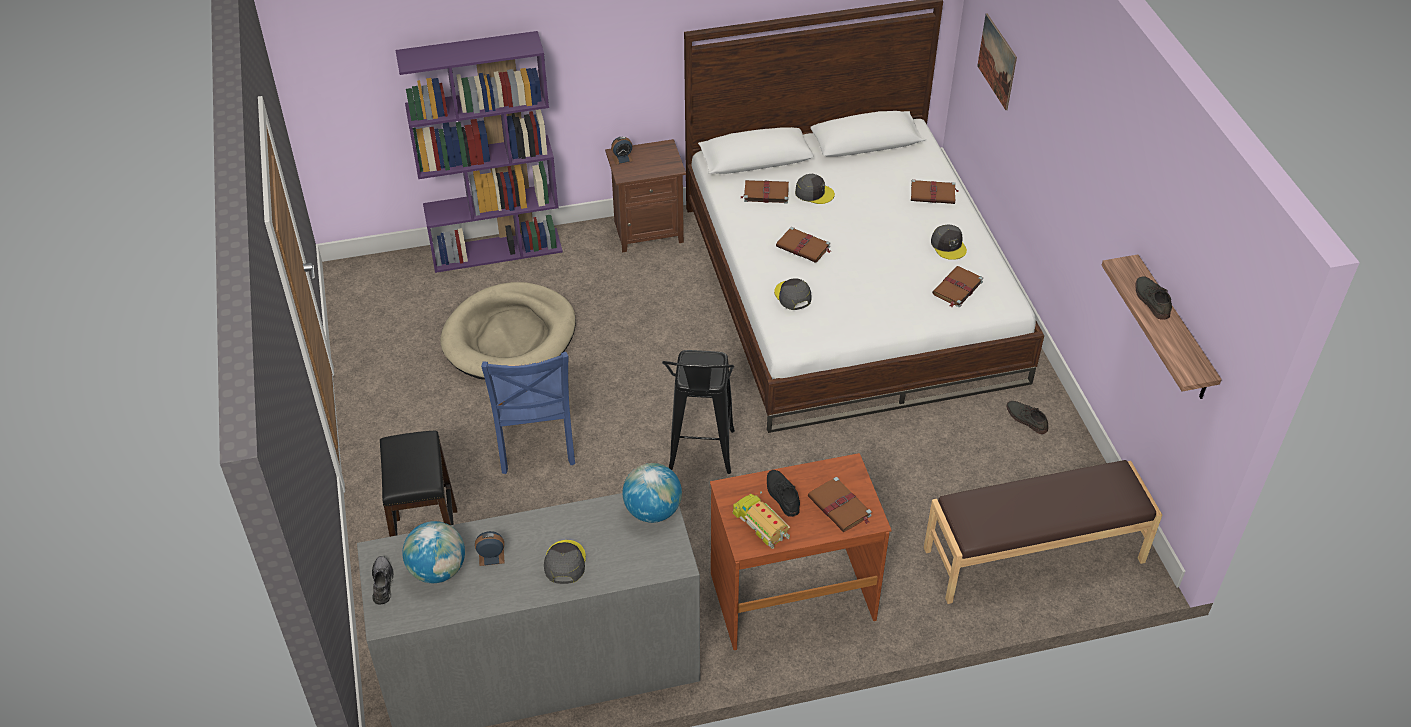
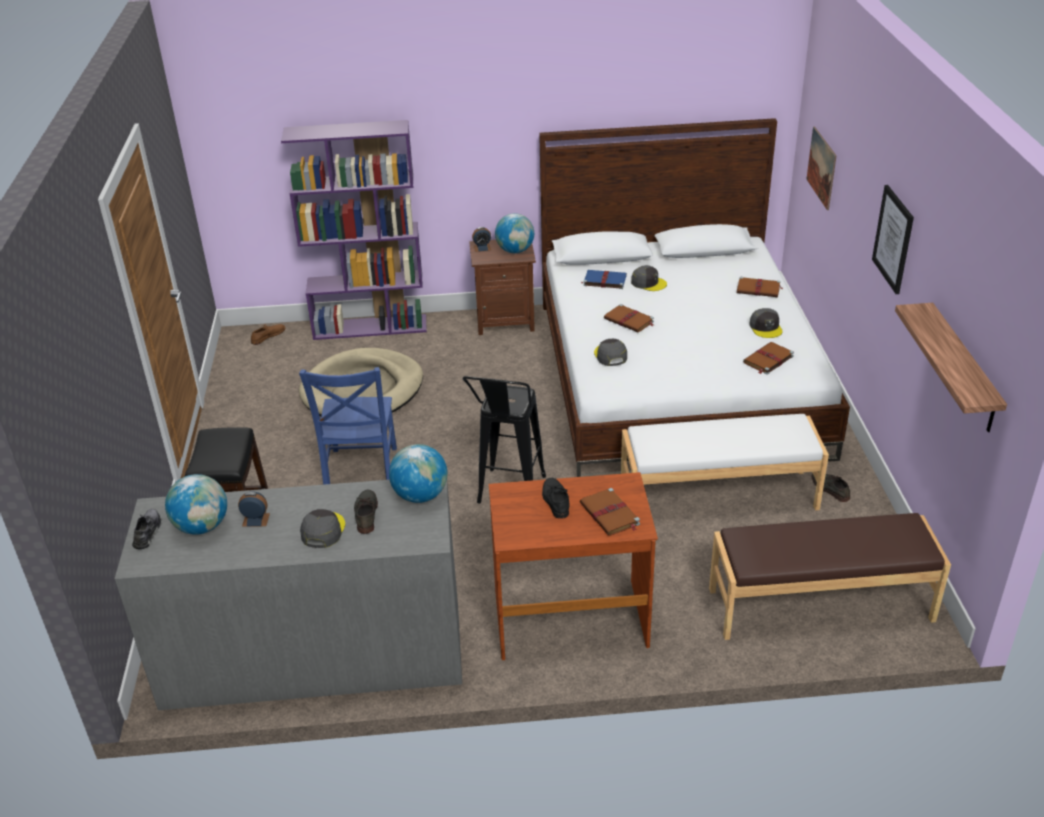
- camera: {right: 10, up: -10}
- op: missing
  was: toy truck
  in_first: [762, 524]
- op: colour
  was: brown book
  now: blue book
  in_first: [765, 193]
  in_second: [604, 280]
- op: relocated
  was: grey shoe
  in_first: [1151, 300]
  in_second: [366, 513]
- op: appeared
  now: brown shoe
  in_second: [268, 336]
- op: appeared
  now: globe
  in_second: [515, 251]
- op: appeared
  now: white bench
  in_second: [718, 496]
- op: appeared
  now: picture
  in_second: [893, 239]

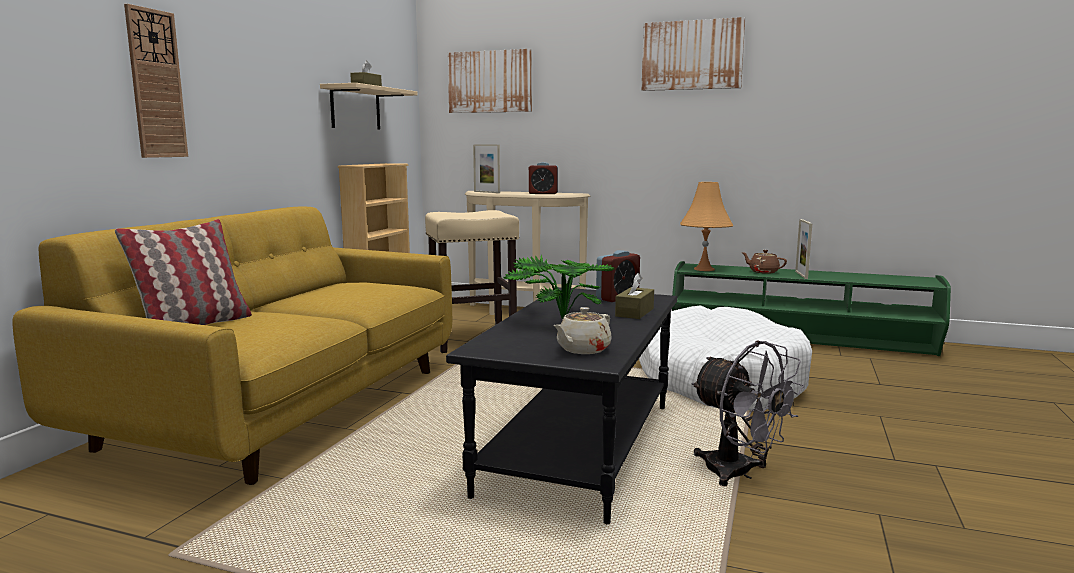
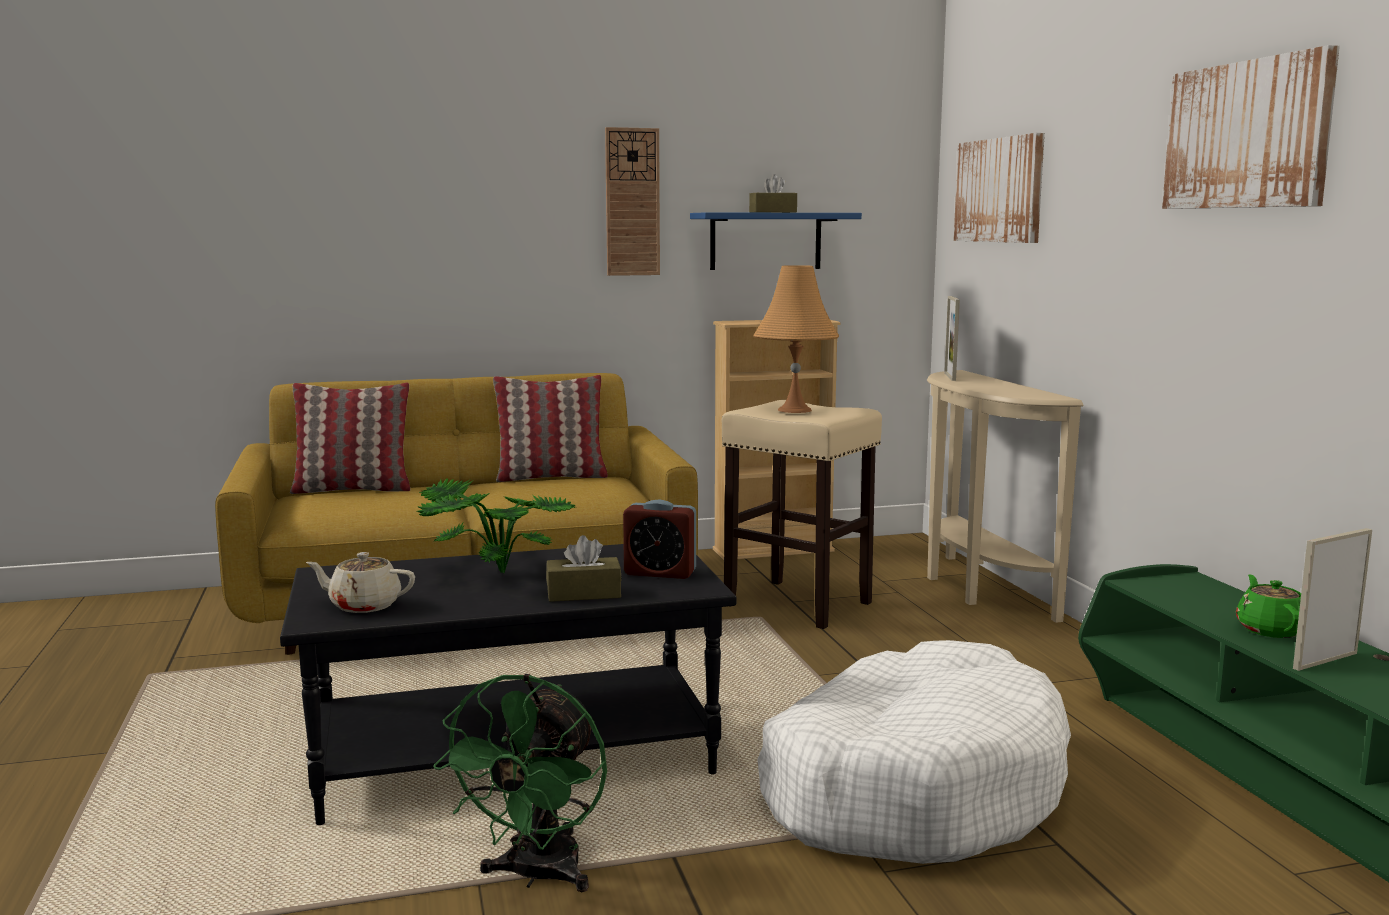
- camera: {right: 55, up: 0}
- op: relocated
  was: wall clock
  in_first: [156, 84]
  in_second: [632, 202]
- op: colour
  was: beige shelf
  now: blue shelf
  in_first: [355, 108]
  in_second: [765, 241]
- op: missing
  was: alarm clock
  in_first: [543, 193]
- op: relocated
  was: orange table lamp
  in_first: [704, 269]
  in_second: [794, 410]
- op: colour
  was: grey fan
  now: green fan
  in_first: [738, 474]
  in_second: [537, 876]
- op: colour
  was: brown teapot
  now: green teapot
  in_first: [763, 272]
  in_second: [1270, 630]
- op: appeared
  now: pillow
  in_second: [551, 477]

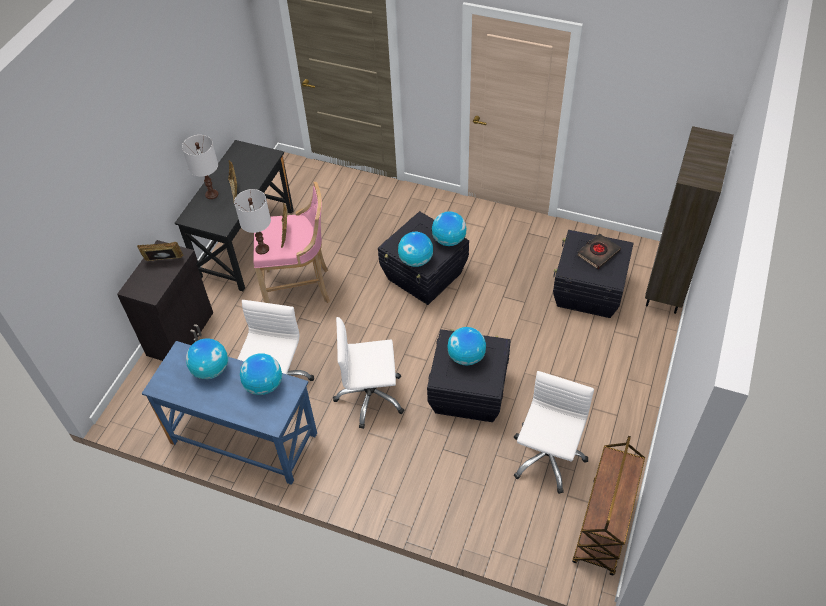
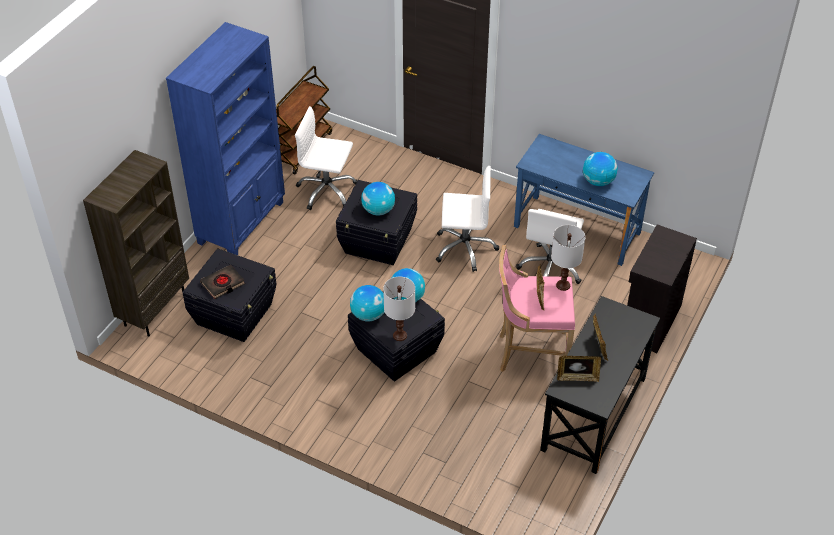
- camera: {right: -175, up: -5}
- op: relocated
  was: picture frame
  in_first: [164, 261]
  in_second: [577, 377]
- op: relocated
  was: white table lamp
  in_first: [212, 194]
  in_second: [399, 335]
- op: missing
  was: globe
  in_first: [264, 385]
- op: spun
  was: white office chair
  in_first: [546, 458]
  in_second: [327, 191]
  clockwise: 75
- op: appeared
  now: blue bookcase
  in_second: [242, 222]

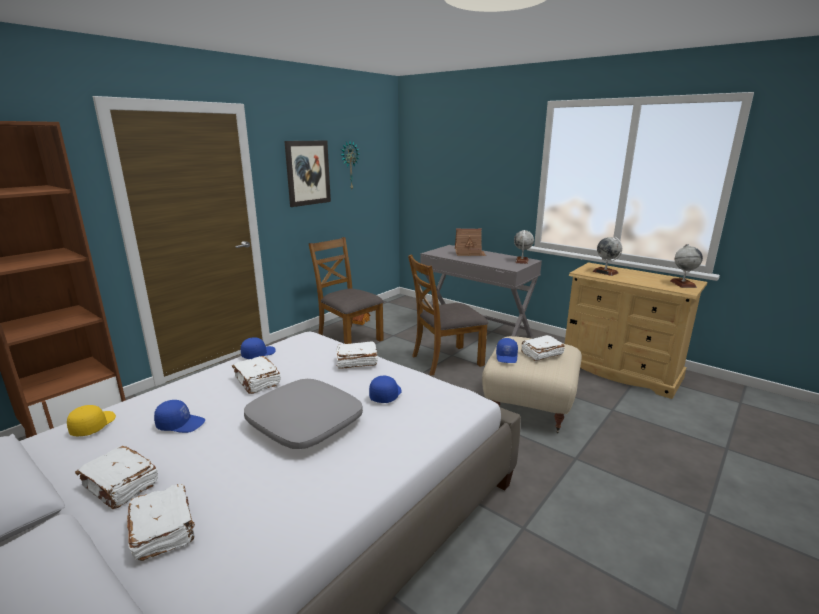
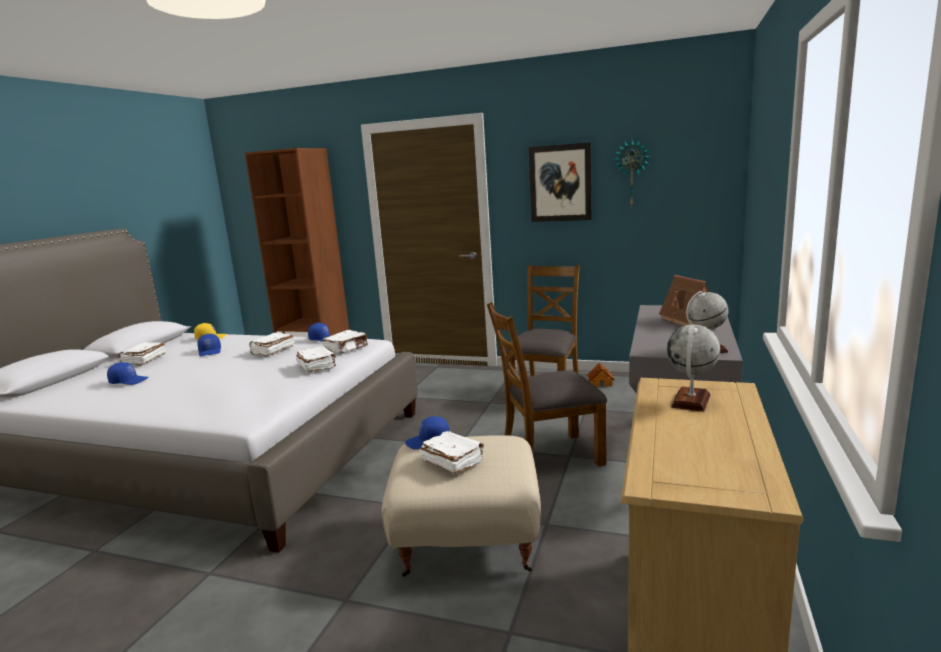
- camera: {right: 70, up: -5}
- op: relocated
  was: white book
  in_first: [164, 530]
  in_second: [346, 349]
- op: missing
  was: grey pillow
  in_first: [304, 423]
- op: relocated
  was: blue cap
  in_first: [385, 395]
  in_second: [129, 381]
- op: spun
  was: brown chair
  in_first: [446, 360]
  in_second: [549, 455]
  clockwise: -60
- op: missing
  was: globe
  in_first: [682, 284]

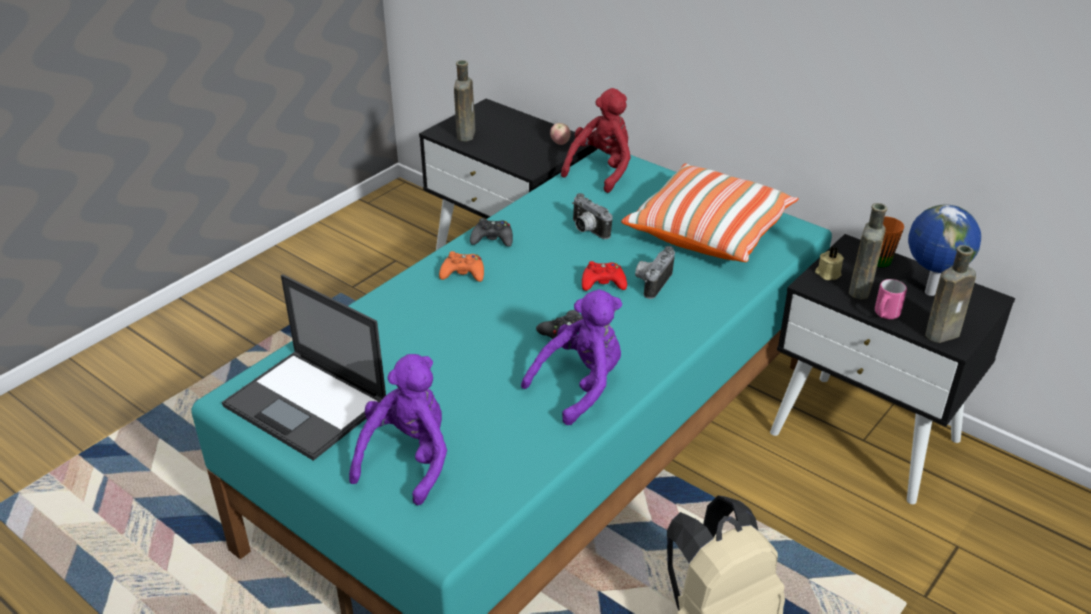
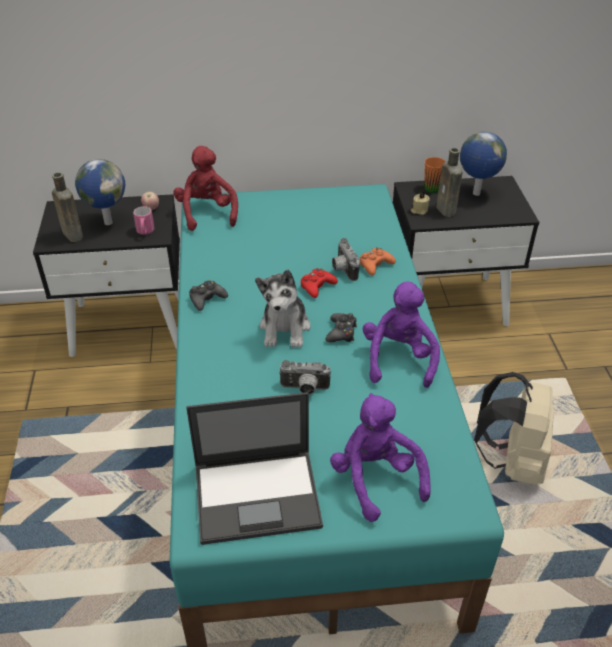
- camera: {right: -45, up: 5}
- op: relocated
  was: orange game controller
  in_first: [463, 273]
  in_second: [375, 265]
- op: relocated
  was: photo camera
  in_first: [587, 230]
  in_second: [304, 389]
- op: missing
  was: pillow
  in_first: [709, 231]
- op: relocated
  was: pink mug
  in_first: [884, 315]
  in_second: [145, 232]
- op: missing
  was: brown bottle
  in_first: [944, 333]
- op: appeared
  now: globe
  in_second: [108, 222]
- op: appeared
  now: plush toy
  in_second: [285, 328]

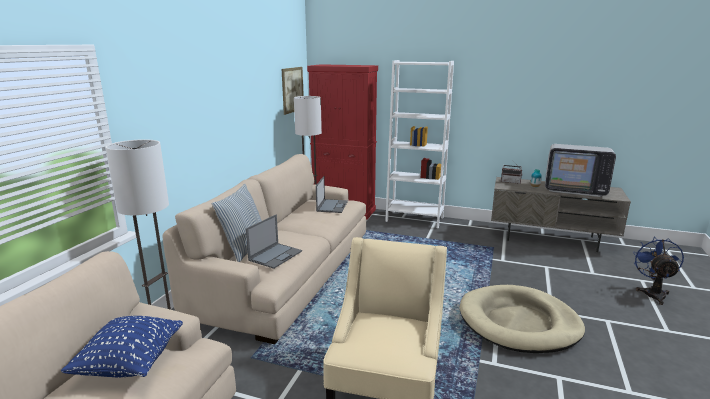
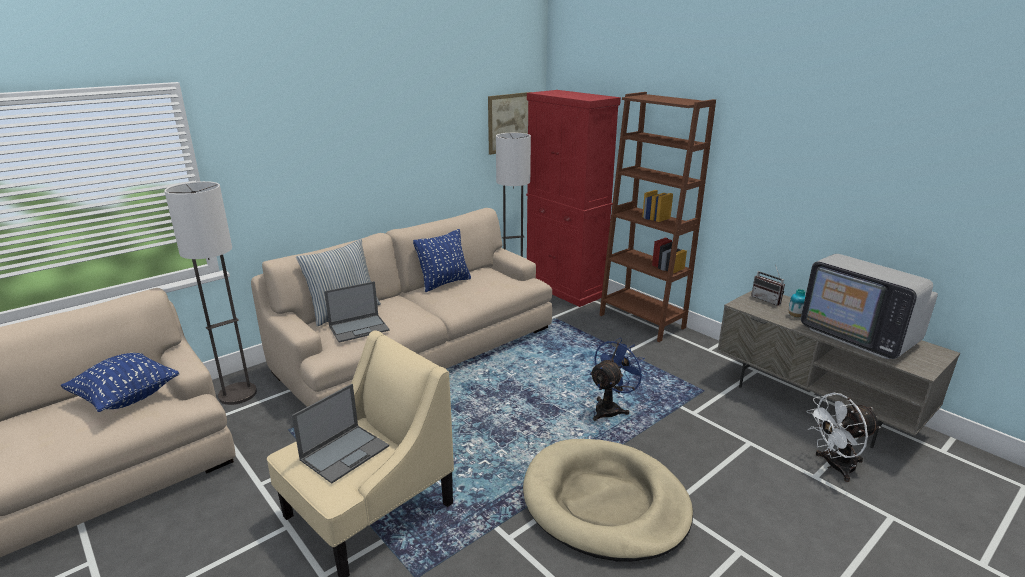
- camera: {right: 30, up: 5}
- op: relocated
  was: laptop
  in_first: [332, 206]
  in_second: [345, 452]
- op: colour
  was: white bookcase
  now: brown bookcase
  in_first: [414, 219]
  in_second: [641, 321]
- op: relocated
  was: blue fan
  in_first: [652, 293]
  in_second: [611, 408]
- op: appeared
  now: blue pillow
  in_second: [444, 283]
- op: appeared
  now: white fan
  in_second: [834, 466]

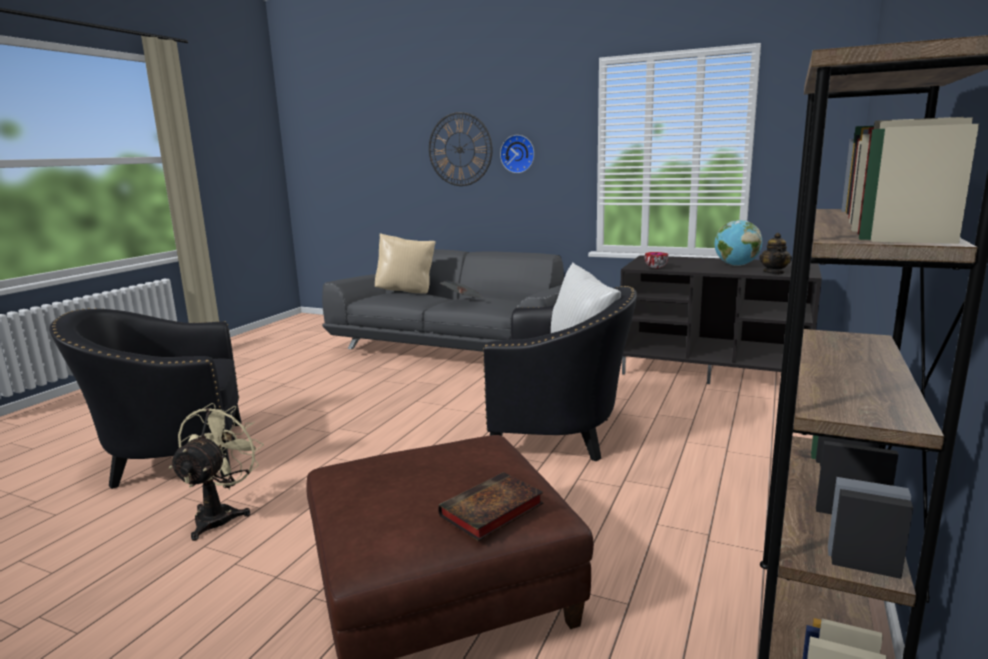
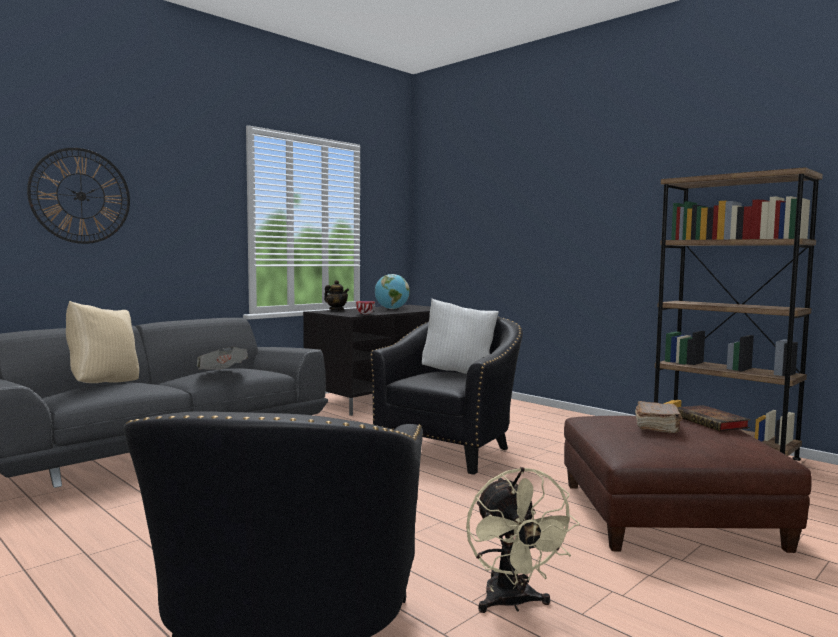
- camera: {right: -70, up: -10}
- op: spun
  was: beige fan
  in_first: [221, 515]
  in_second: [512, 604]
  clockwise: -135
- op: missing
  was: wall clock
  in_first: [518, 154]
- op: relocated
  was: teapot
  in_first: [774, 272]
  in_second: [336, 310]
- op: appeared
  now: brown book
  in_second: [657, 427]

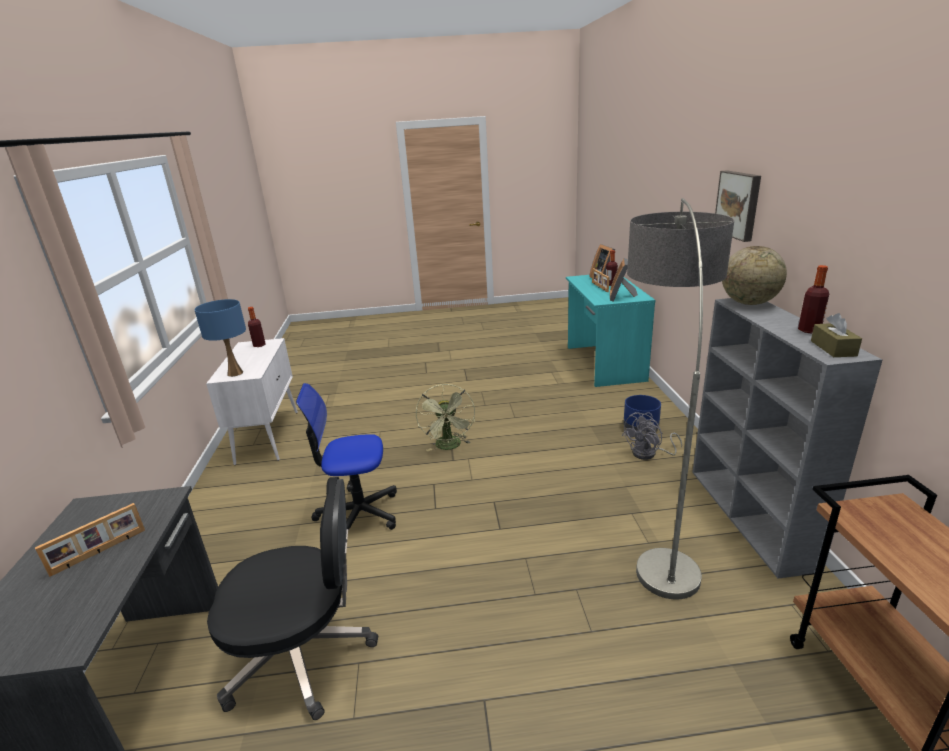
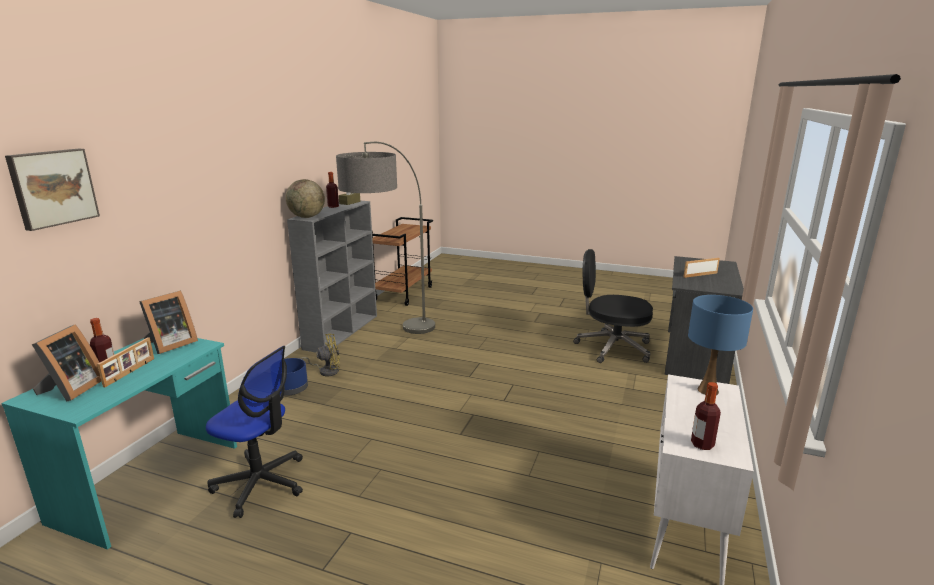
- camera: {right: -155, up: -5}
- op: relocated
  was: office chair
  in_first: [358, 514]
  in_second: [261, 483]
- op: missing
  was: green fan
  in_first: [449, 446]
- op: colour
  was: grey fan
  now: yellow fan
  in_first: [649, 454]
  in_second: [326, 371]
- op: relocated
  was: picture
  in_first: [739, 204]
  in_second: [52, 188]

